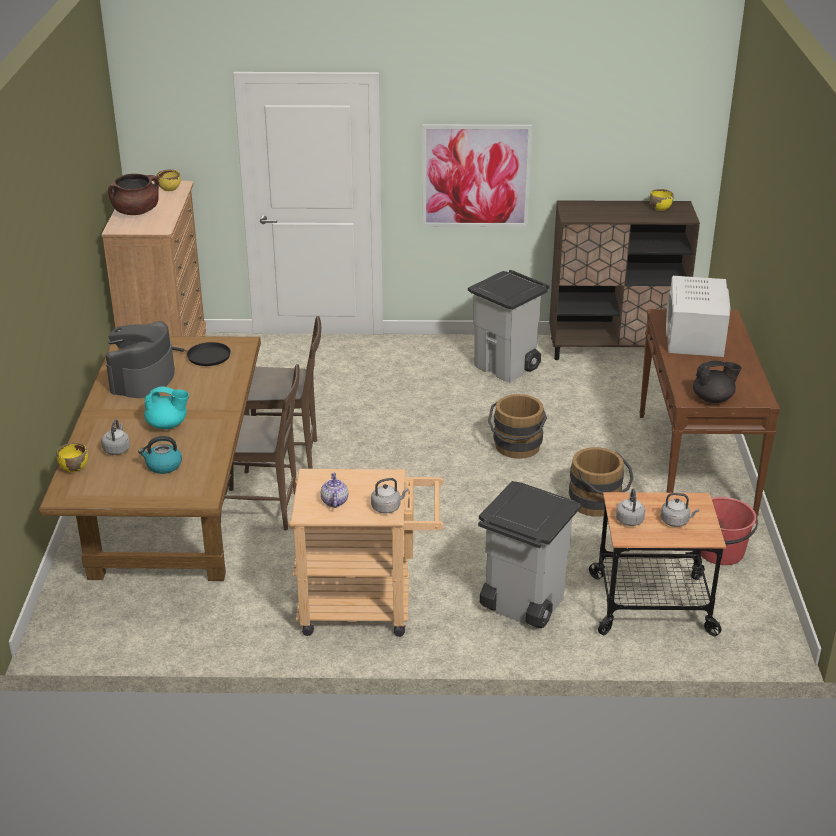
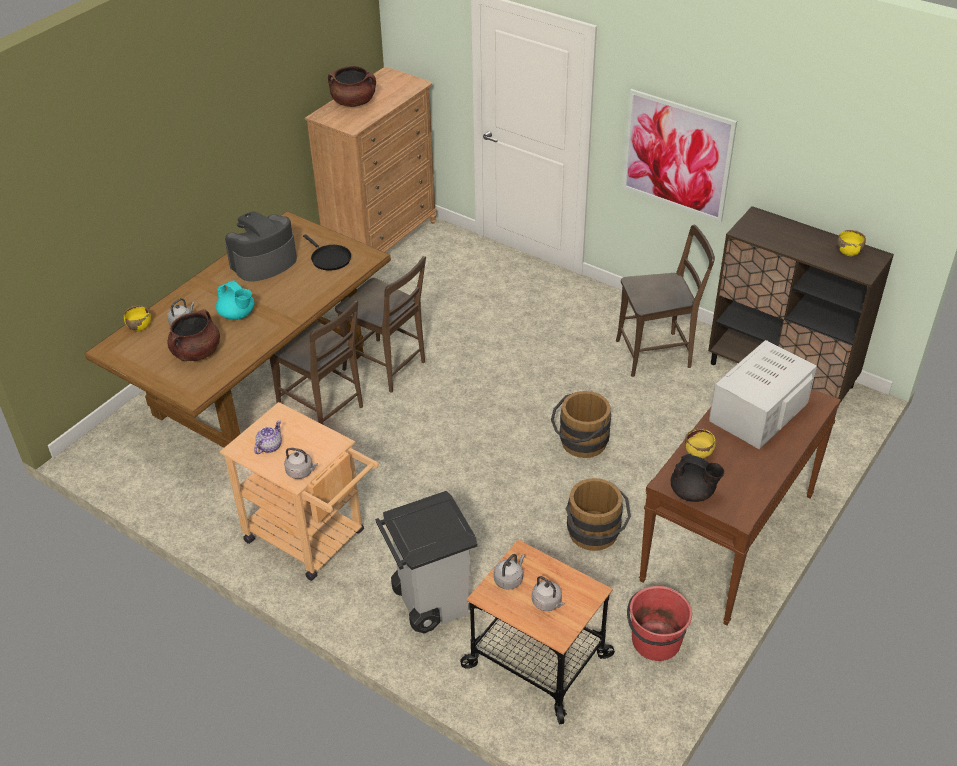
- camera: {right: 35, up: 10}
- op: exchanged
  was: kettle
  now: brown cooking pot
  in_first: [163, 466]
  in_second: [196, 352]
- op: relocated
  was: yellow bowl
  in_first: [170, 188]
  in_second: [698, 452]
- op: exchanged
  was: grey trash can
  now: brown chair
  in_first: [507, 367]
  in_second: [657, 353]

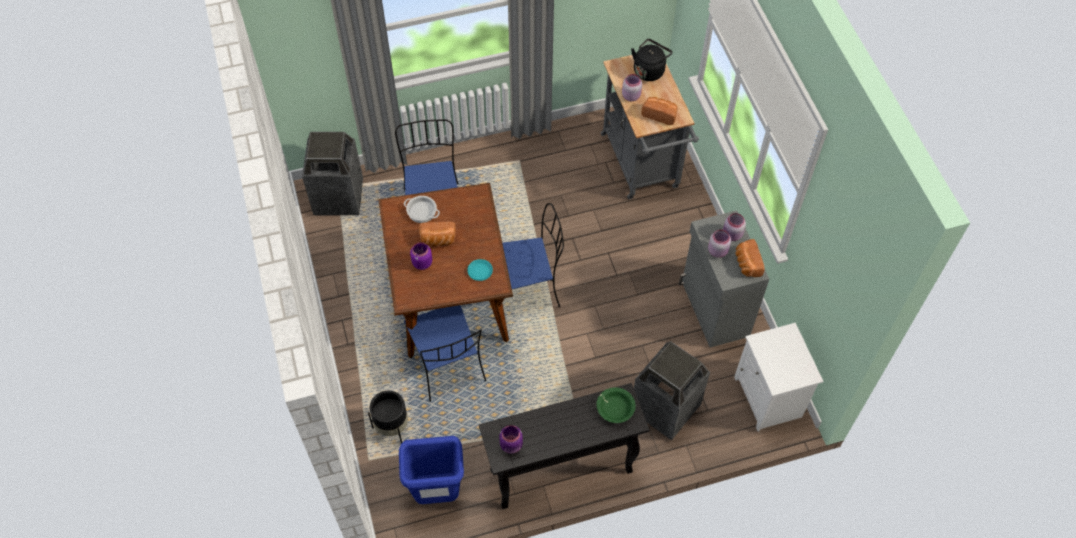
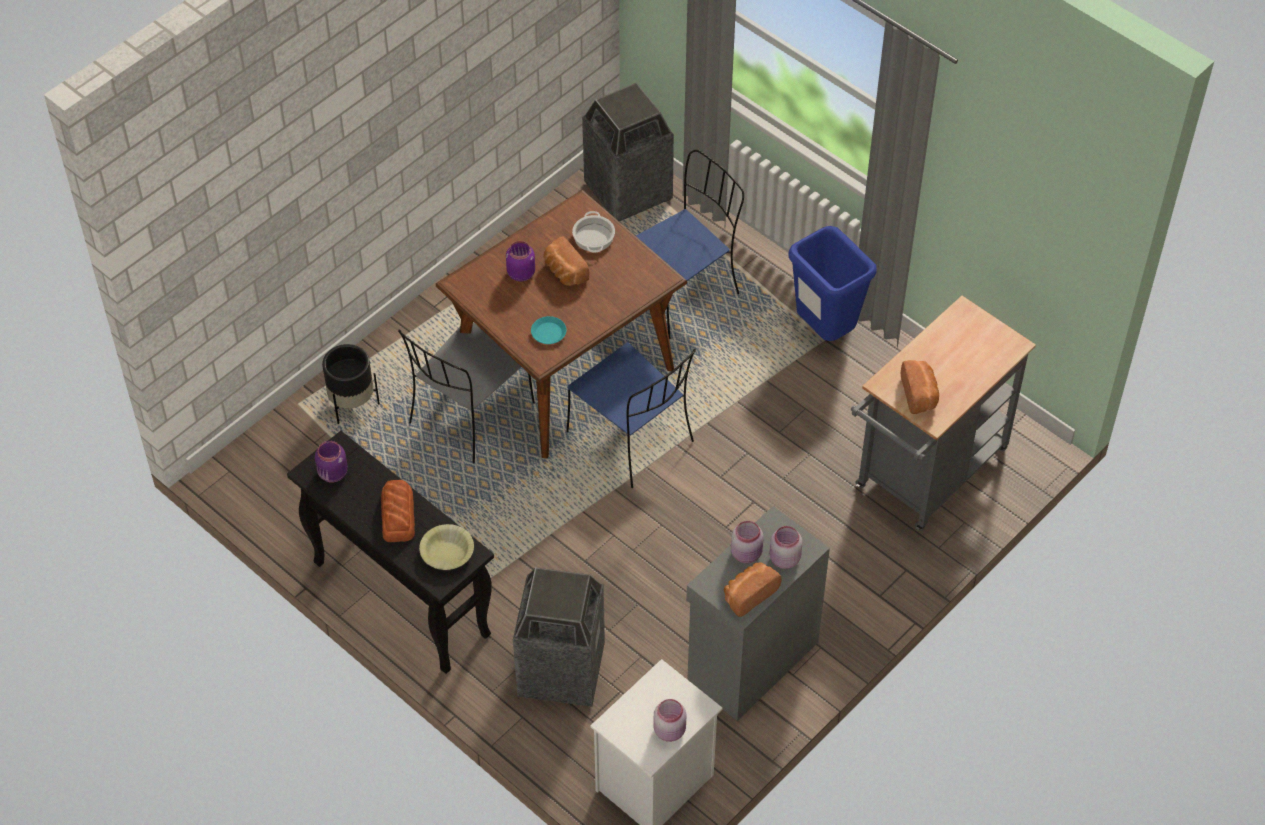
- camera: {right: 60, up: -5}
- op: relocated
  was: blue trash can
  in_first: [436, 493]
  in_second: [824, 331]
- op: colour
  was: blue chair
  now: grey chair
  in_first: [447, 365]
  in_second: [469, 415]
- op: colour
  was: green bowl
  now: yellow bowl
  in_first: [615, 408]
  in_second: [447, 552]
- op: relocated
  was: pink jar
  in_first: [631, 95]
  in_second: [670, 730]
- op: missing
  was: black kettle
  in_first: [649, 70]
- op: appeared
  now: bread
  in_second: [398, 515]

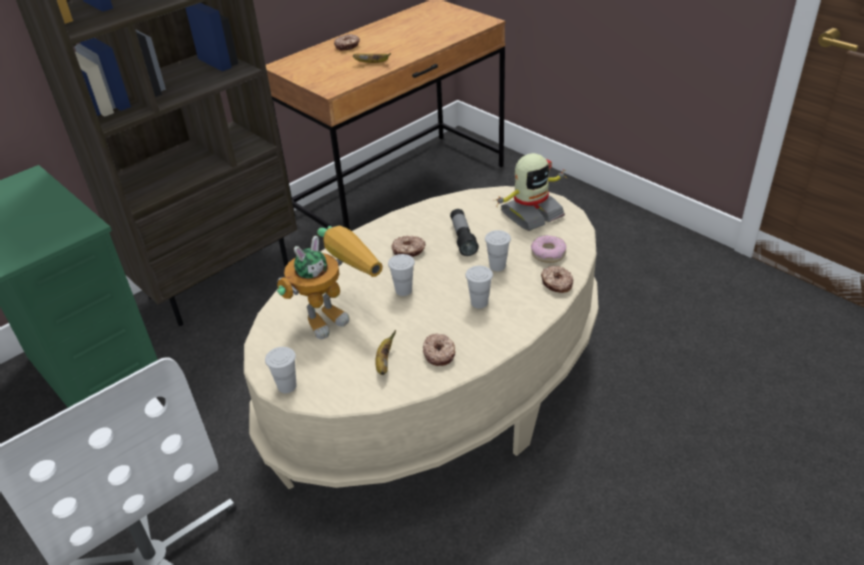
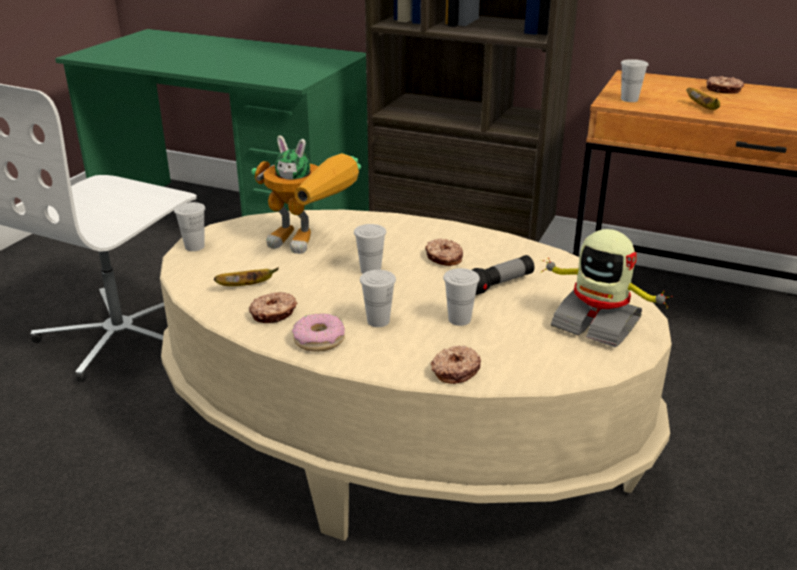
- camera: {right: 65, up: -10}
- op: relocated
  was: donut
  in_first: [548, 253]
  in_second: [319, 339]
- op: appeared
  now: white cup
  in_second: [629, 99]

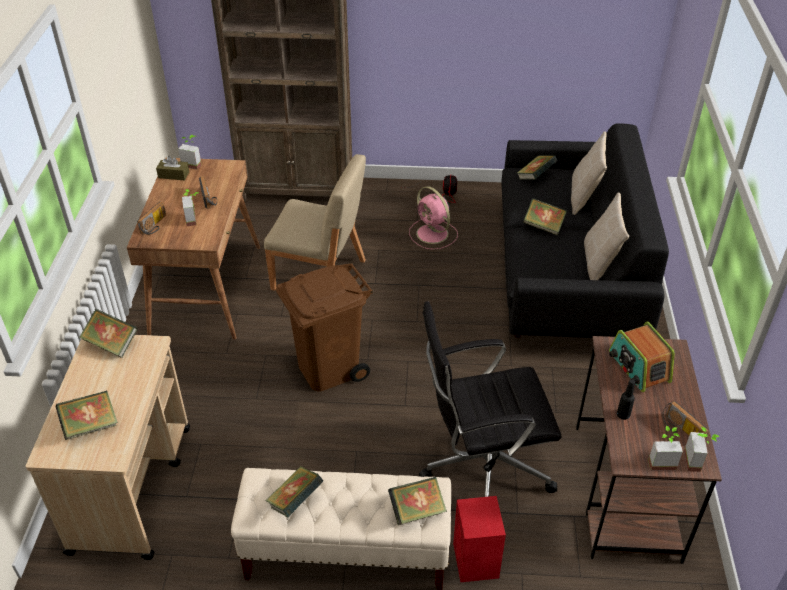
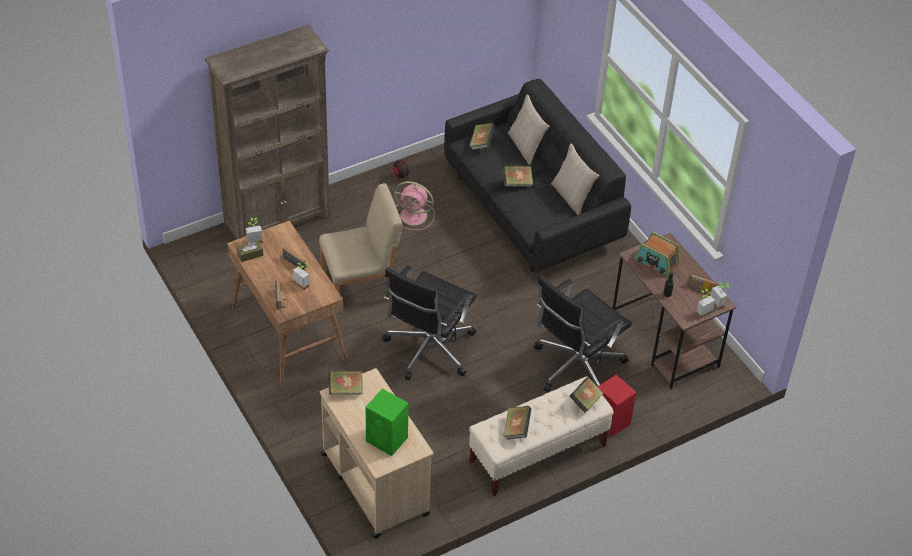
- camera: {right: -35, up: 5}
- op: exchanged
  was: book
  now: green speaker
  in_first: [90, 426]
  in_second: [387, 440]
- op: exchanged
  was: brown trash can
  now: black office chair
  in_first: [328, 368]
  in_second: [428, 350]

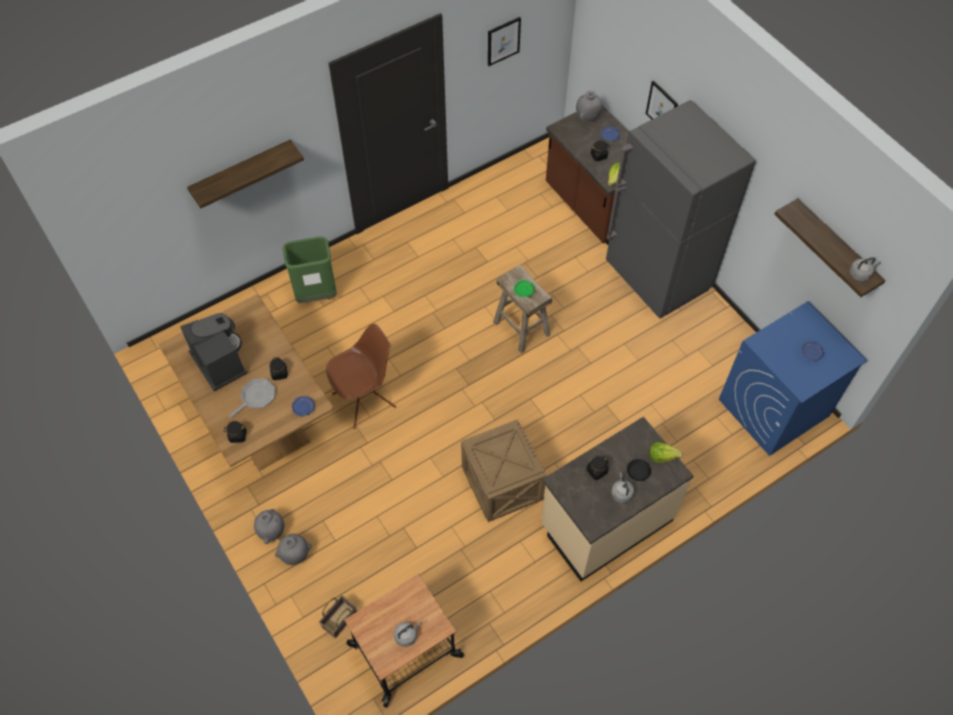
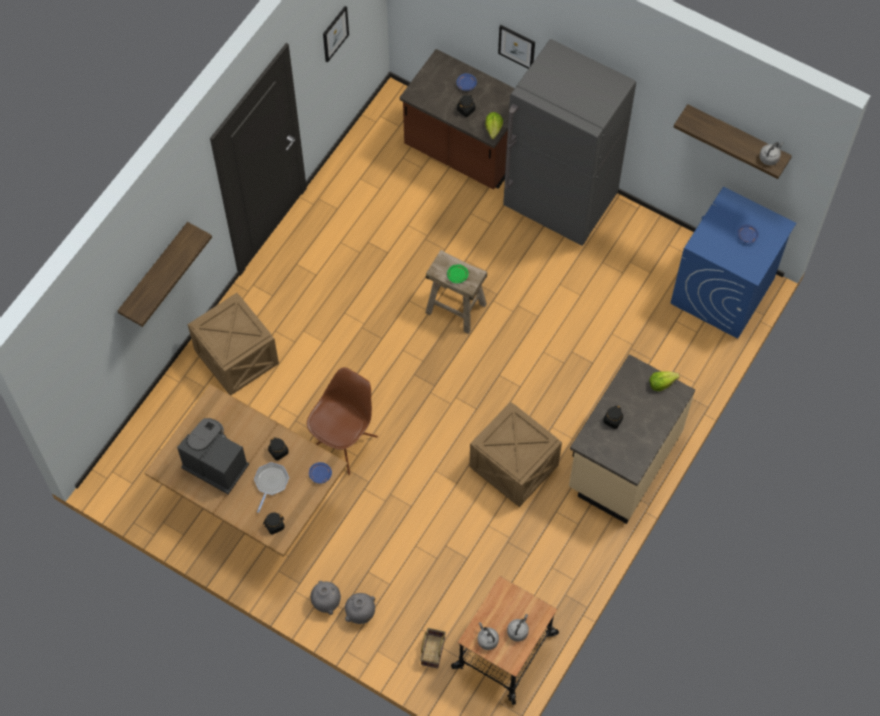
- camera: {right: -25, up: 5}
- op: exchanged
  was: green trash can
  now: crate
  in_first: [316, 295]
  in_second: [236, 356]
- op: missing
  was: grey vase
  in_first: [587, 117]
- op: relocated
  was: grey kettle
  in_first: [621, 493]
  in_second: [487, 639]
- op: missing
  was: black plate
  in_first: [638, 471]

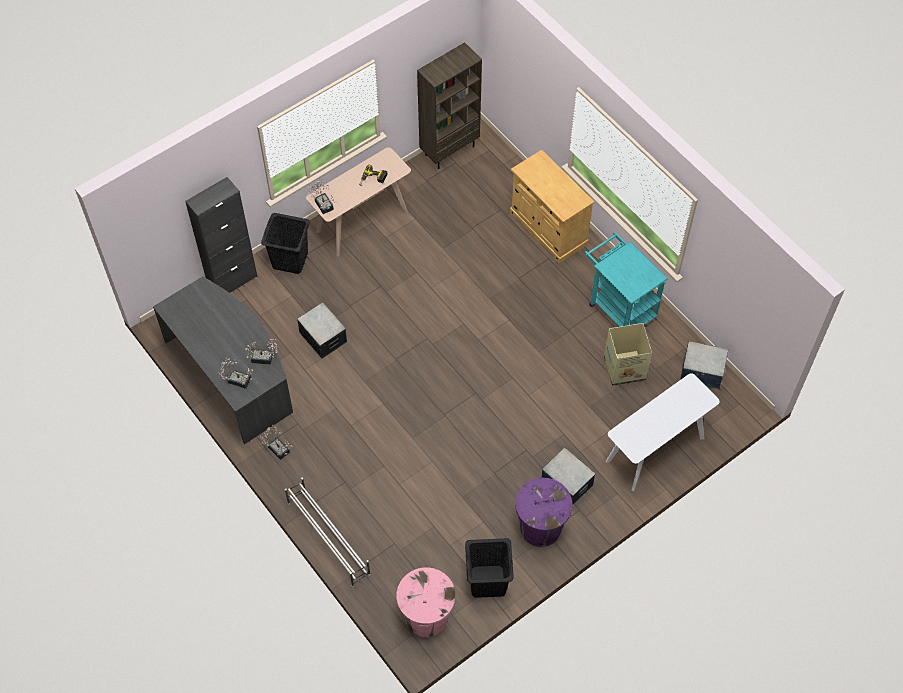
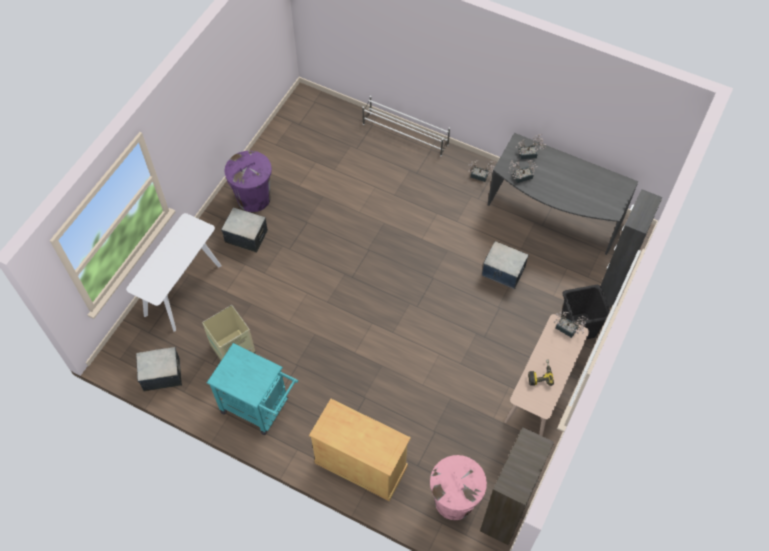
- camera: {right: 155, up: 0}
- op: relocated
  was: pink trash can
  in_first: [426, 617]
  in_second: [454, 500]
- op: missing
  was: black laundry basket
  in_first: [488, 581]

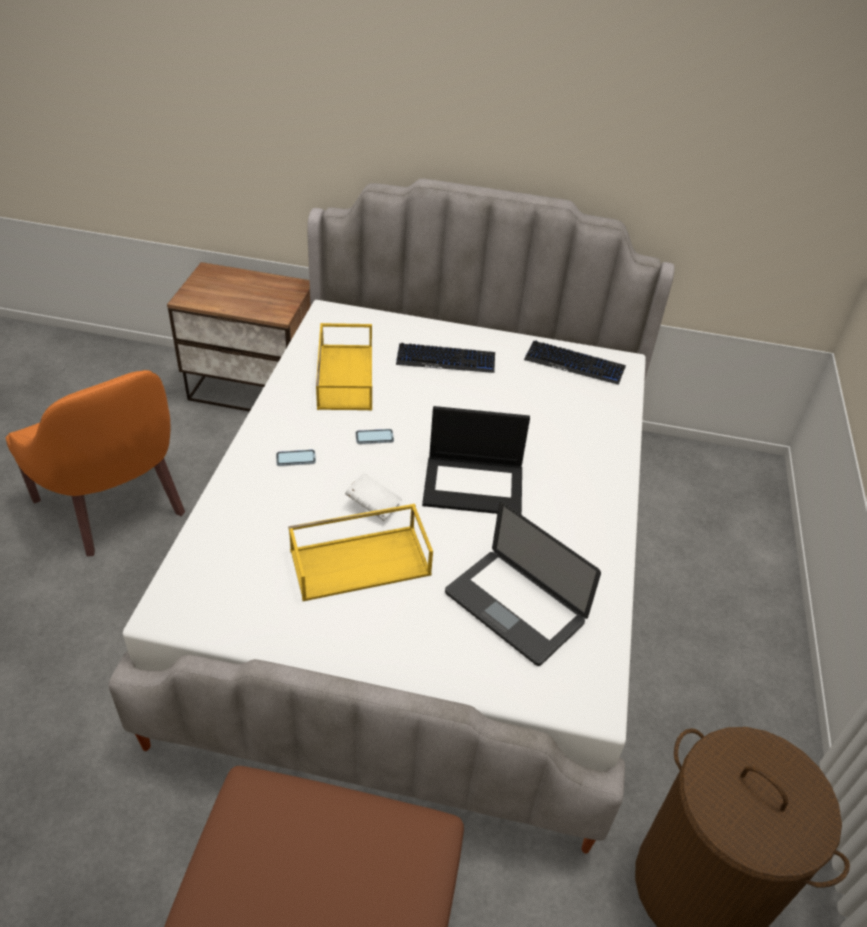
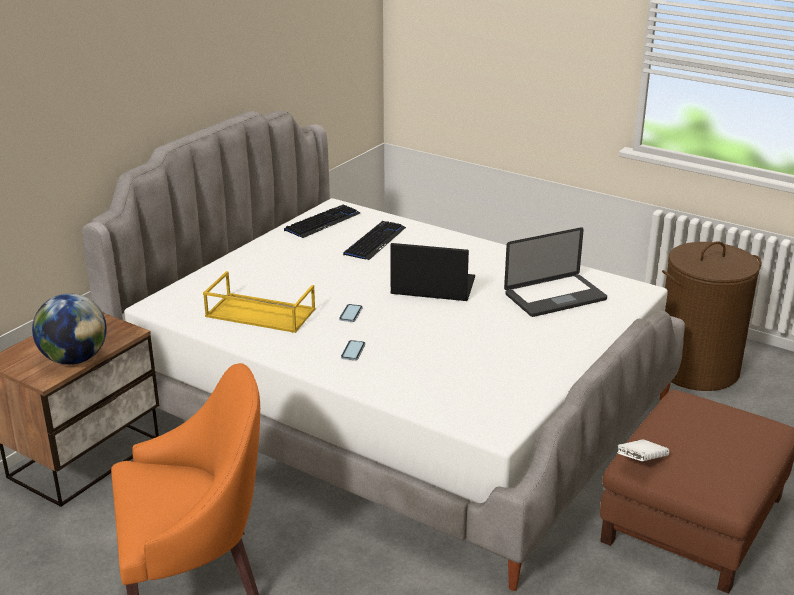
- camera: {right: -65, up: -15}
- op: missing
  was: yellow tray
  in_first: [361, 561]
- op: relocated
  was: white book
  in_first: [373, 506]
  in_second: [641, 461]
- op: relocated
  was: keyboard
  in_first: [446, 360]
  in_second: [375, 241]
- op: spun
  was: laptop
  in_first: [474, 485]
  in_second: [432, 286]
  clockwise: -105
- op: appeared
  now: globe
  in_second: [74, 359]

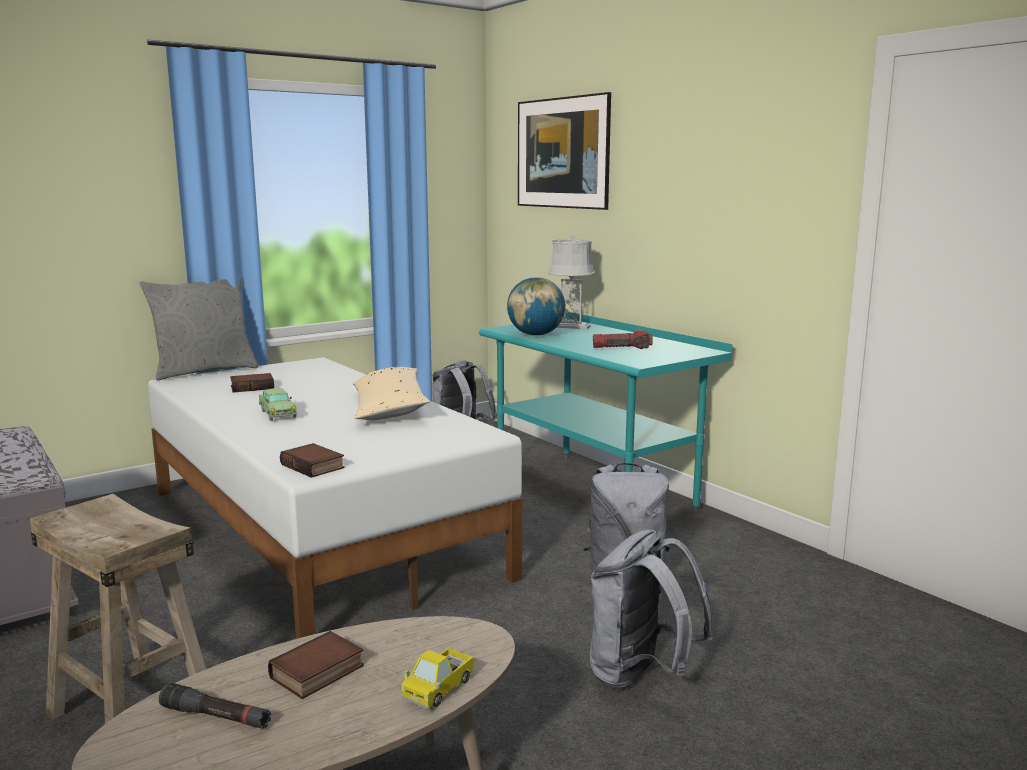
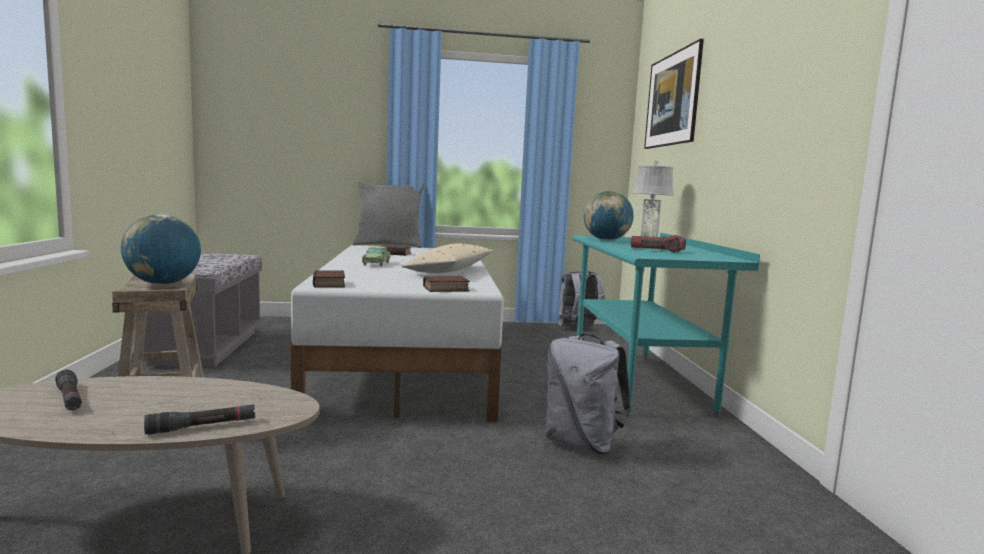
- camera: {right: 30, up: -5}
- op: relocated
  was: book
  in_first: [317, 673]
  in_second: [445, 289]
- op: exchanged
  was: toy truck
  now: black flashlight
  in_first: [438, 689]
  in_second: [202, 426]
- op: missing
  was: grey backpack
  in_first: [641, 676]
- op: appeared
  now: globe
  in_second: [163, 283]

